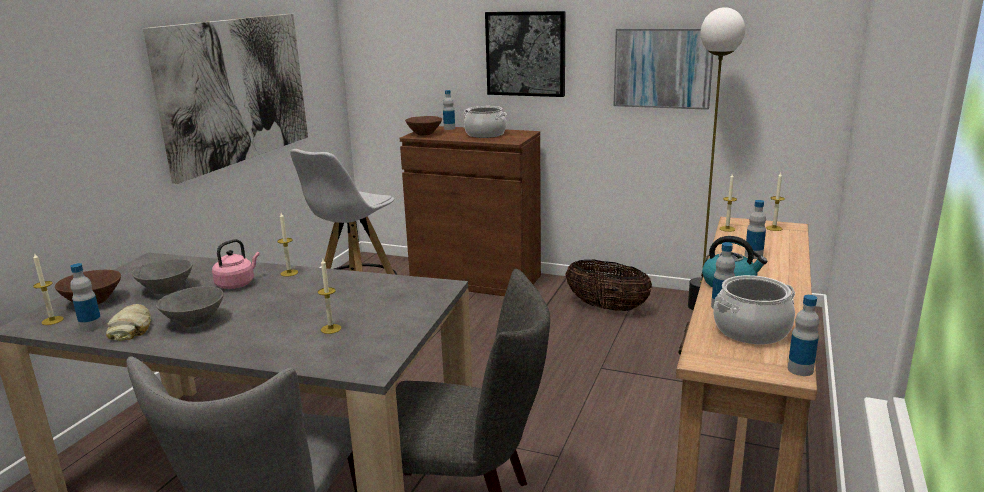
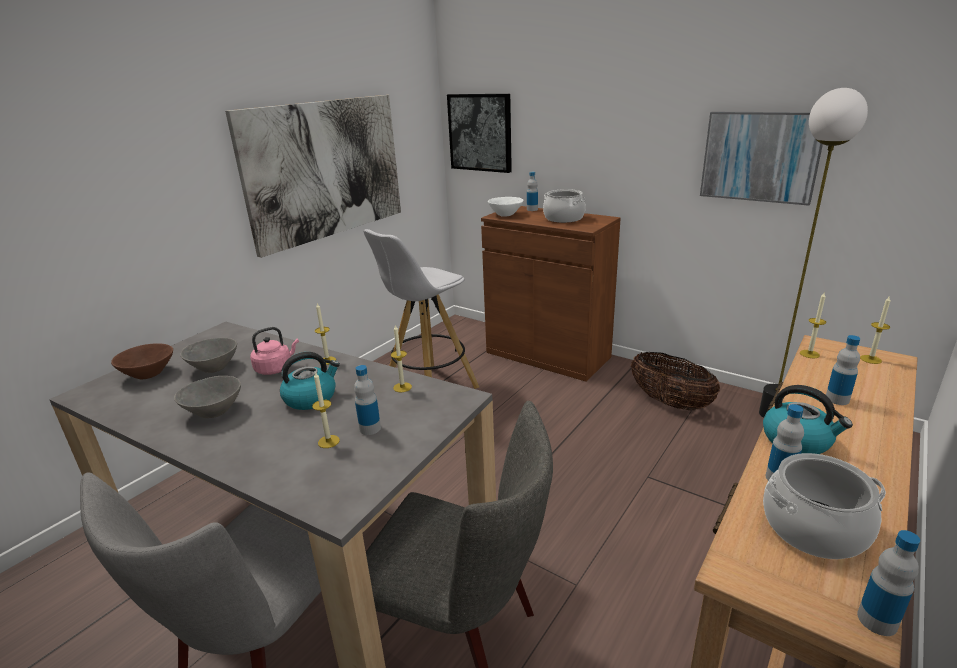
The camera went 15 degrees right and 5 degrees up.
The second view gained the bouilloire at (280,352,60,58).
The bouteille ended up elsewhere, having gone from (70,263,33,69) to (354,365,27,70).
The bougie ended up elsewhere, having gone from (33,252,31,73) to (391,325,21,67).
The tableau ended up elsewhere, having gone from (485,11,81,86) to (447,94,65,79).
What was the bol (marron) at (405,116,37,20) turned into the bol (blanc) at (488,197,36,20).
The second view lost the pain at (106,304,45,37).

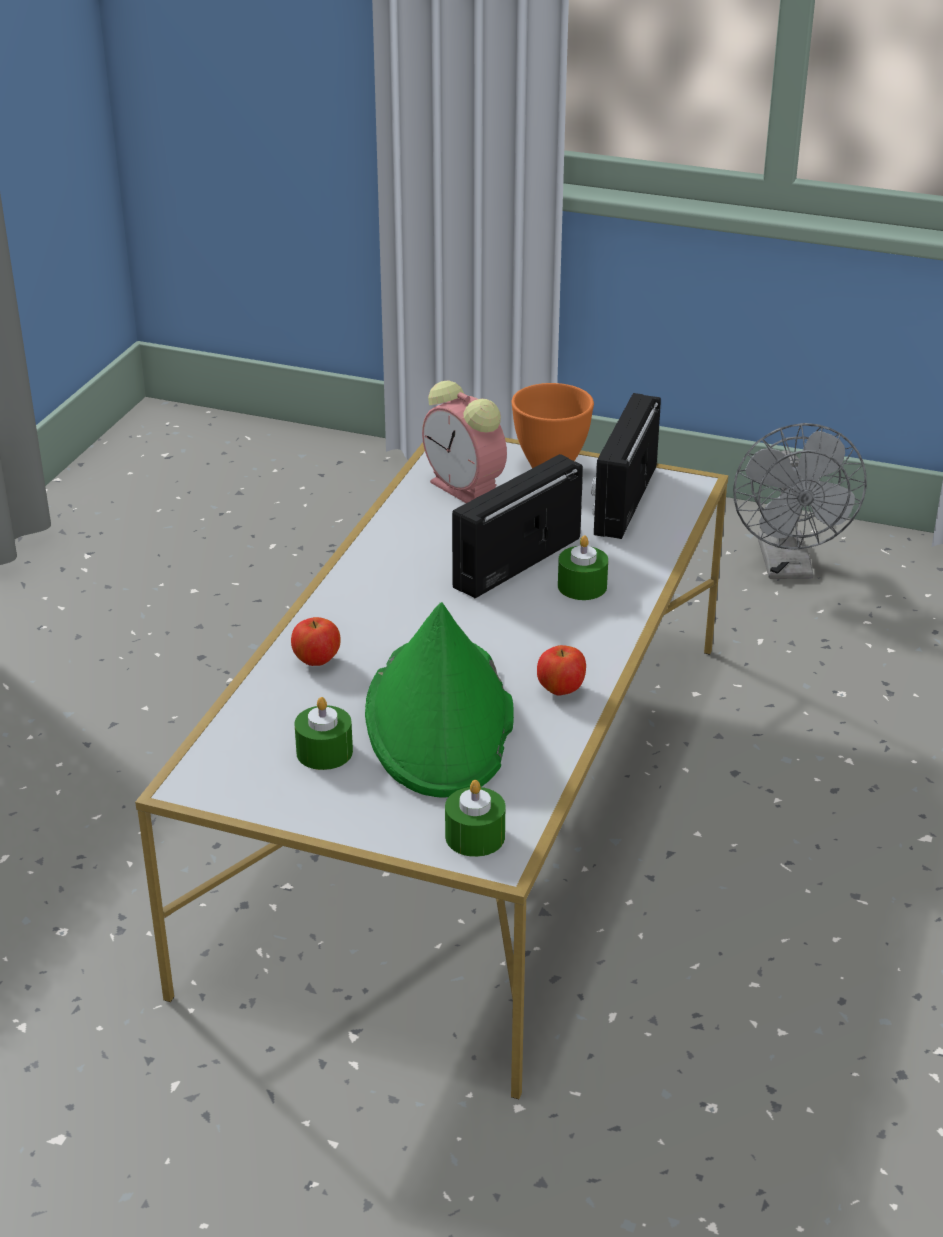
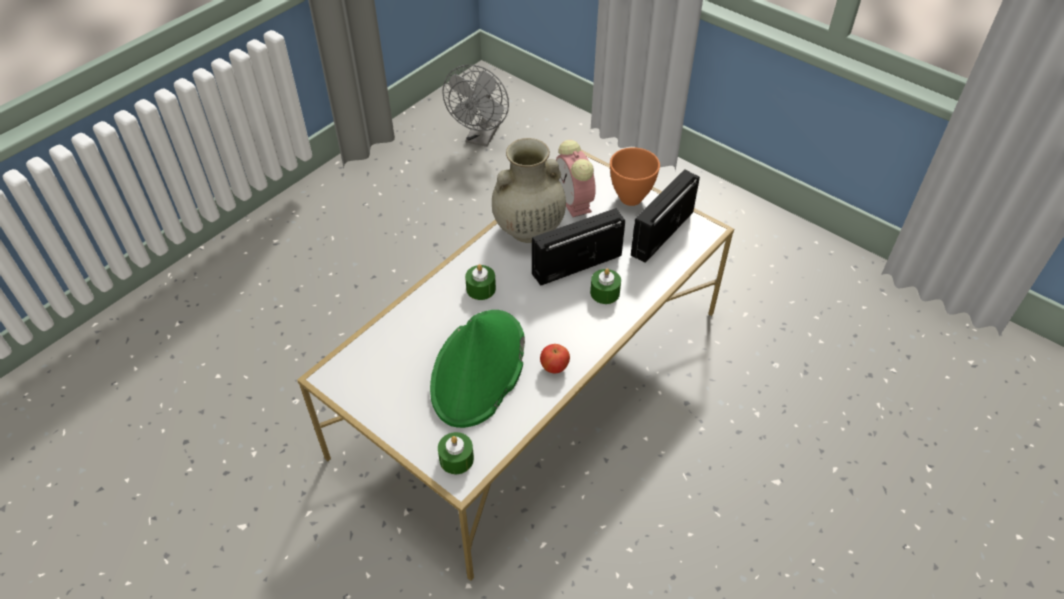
The camera went 20 degrees right and 15 degrees up.
The ventilateur (gris) ended up elsewhere, having gone from (733,423,134,156) to (442,65,67,82).
The bougie (vert) ended up elsewhere, having gone from (294,697,59,73) to (465,264,31,36).
The second view gained the vase (beige) at (492,138,74,105).
The second view lost the pomme at (291,617,50,49).

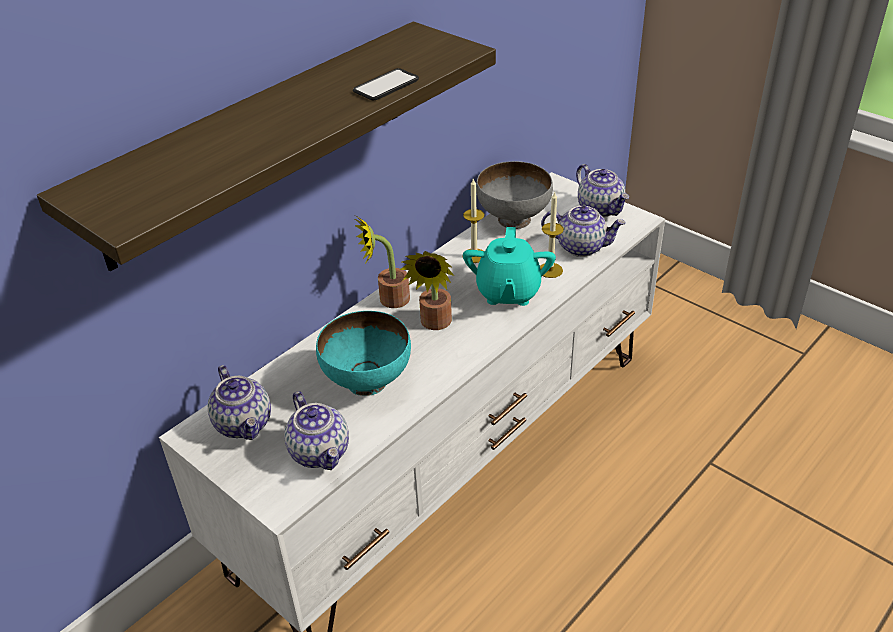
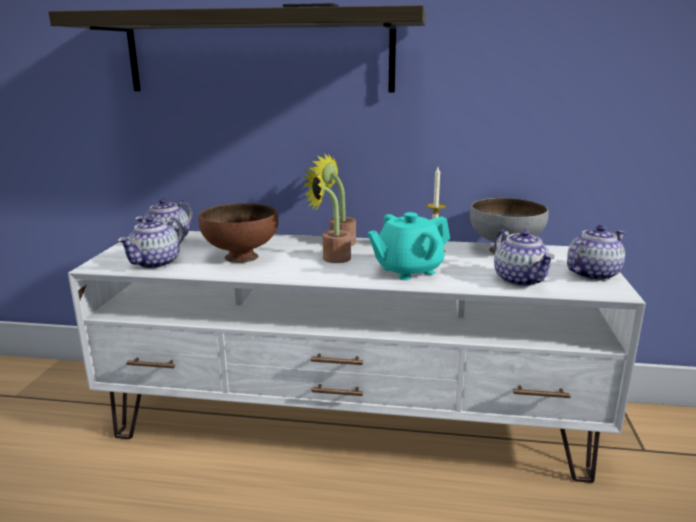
The camera went 55 degrees right and 20 degrees down.
What was the bol (turquoise) at (316,311,95,85) turned into the bol (marron) at (199,203,79,60).
The théière at (576,164,53,53) ended up facing another way, 150 degrees counterclockwise from before.
The second view lost the bougie at (540,191,24,87).

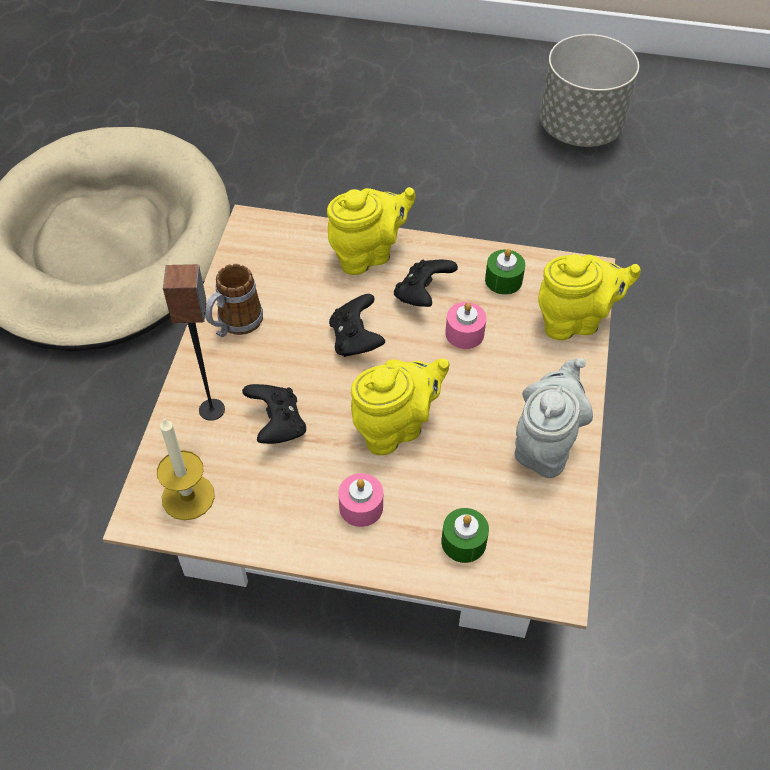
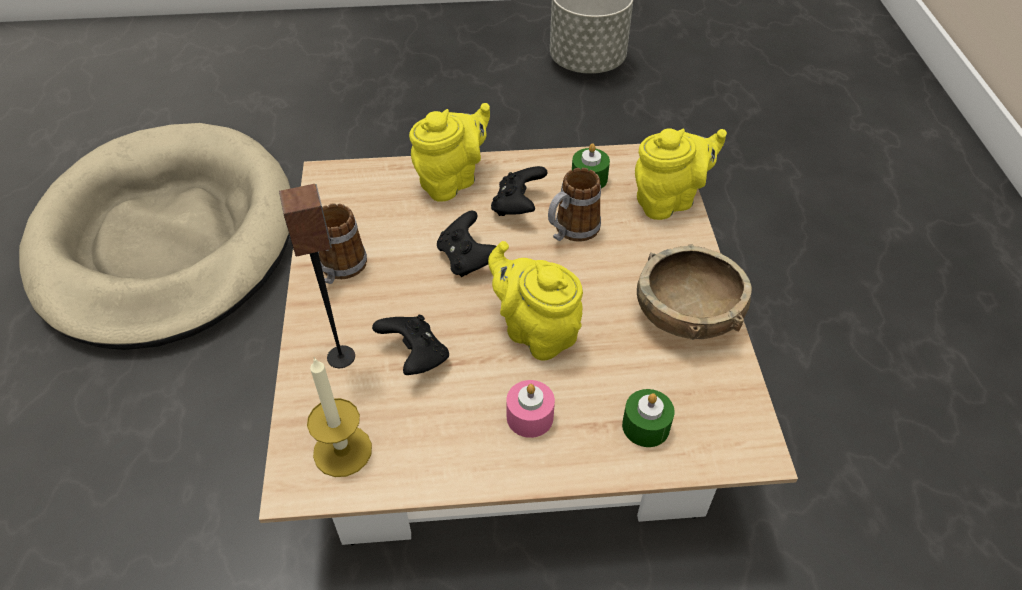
The camera went 15 degrees left and 5 degrees down.
The théière (jaune) at (351,358,98,97) ended up facing another way, 90 degrees counterclockwise from before.
Where the bougie (rose) stood at (445,302,42,47), the mug came to stand at (548,168,53,73).
Where the théière (gris) stood at (515,358,78,120), the bol (marron) came to stand at (637,244,115,96).

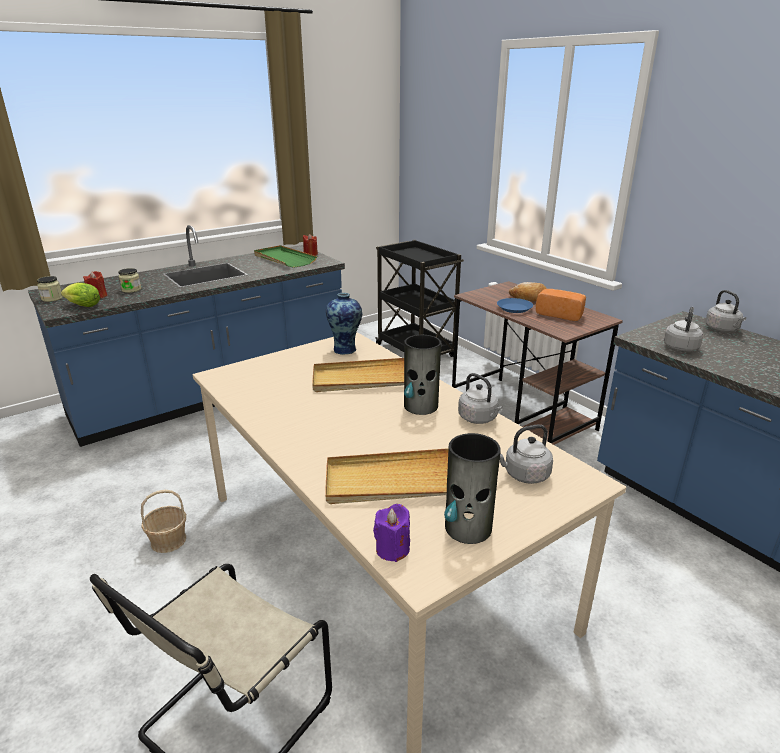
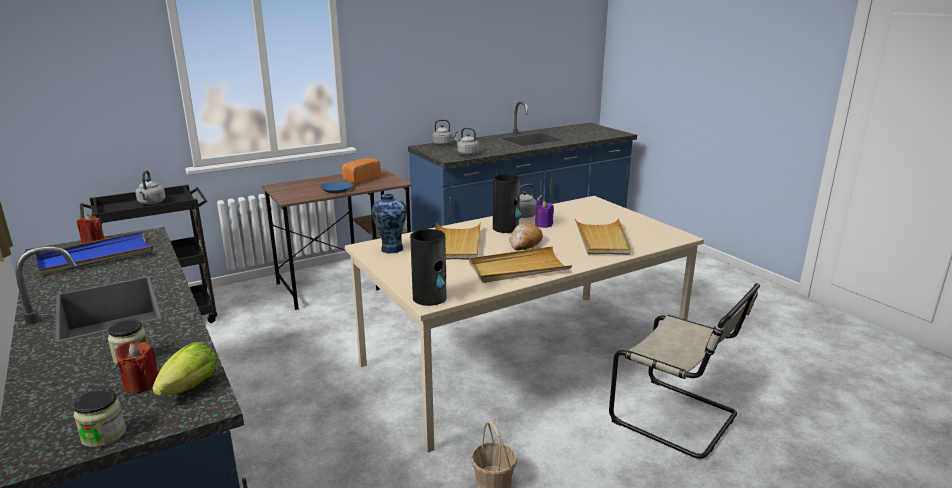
The camera went 85 degrees left and 5 degrees down.
What was the plateau (vert) at (254,245,63,23) turned into the plateau (bleu) at (35,231,118,46).
The bouilloire (gris) ended up elsewhere, having gone from (500,424,53,60) to (135,170,31,35).
The vase ended up elsewhere, having gone from (444,433,57,111) to (410,229,37,77).
The second view gained the plateau (beige) at (469,246,103,37).
The pain ended up elsewhere, having gone from (509,282,38,20) to (509,223,34,27).
The bougie (violet) ended up elsewhere, having gone from (373,504,37,58) to (535,200,19,28).

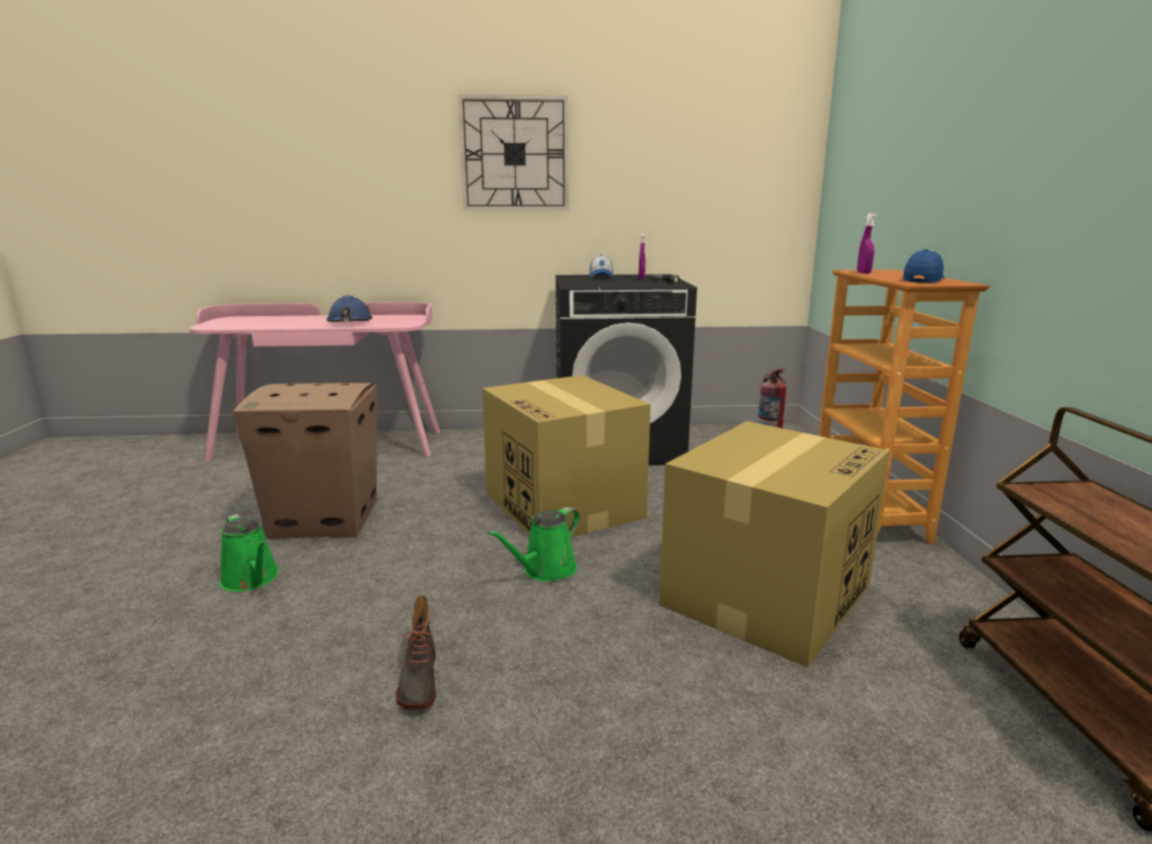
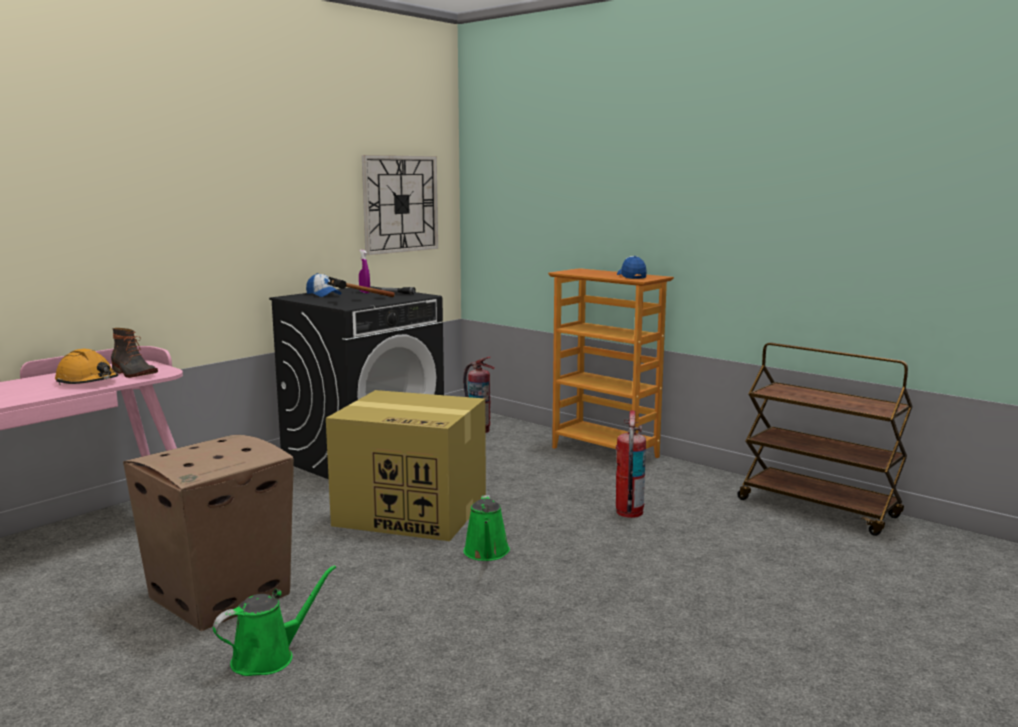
The camera went 45 degrees left and 5 degrees down.
What was the casque de chantier (bleu) at (327,295,45,27) turned into the casque de chantier (orange) at (55,349,63,36).
The botte ended up elsewhere, having gone from (396,595,40,115) to (111,328,47,50).
The arrosoir (vert) at (220,514,59,78) ended up facing another way, 45 degrees counterclockwise from before.
The second view gained the marteau at (328,277,67,20).
The horloge murale ended up elsewhere, having gone from (458,95,110,115) to (362,155,76,100).
Where the carton stood at (659,421,231,247), the extincteur came to stand at (615,410,31,108).
The second view lost the vaporisateur (violet) at (857,213,19,61).

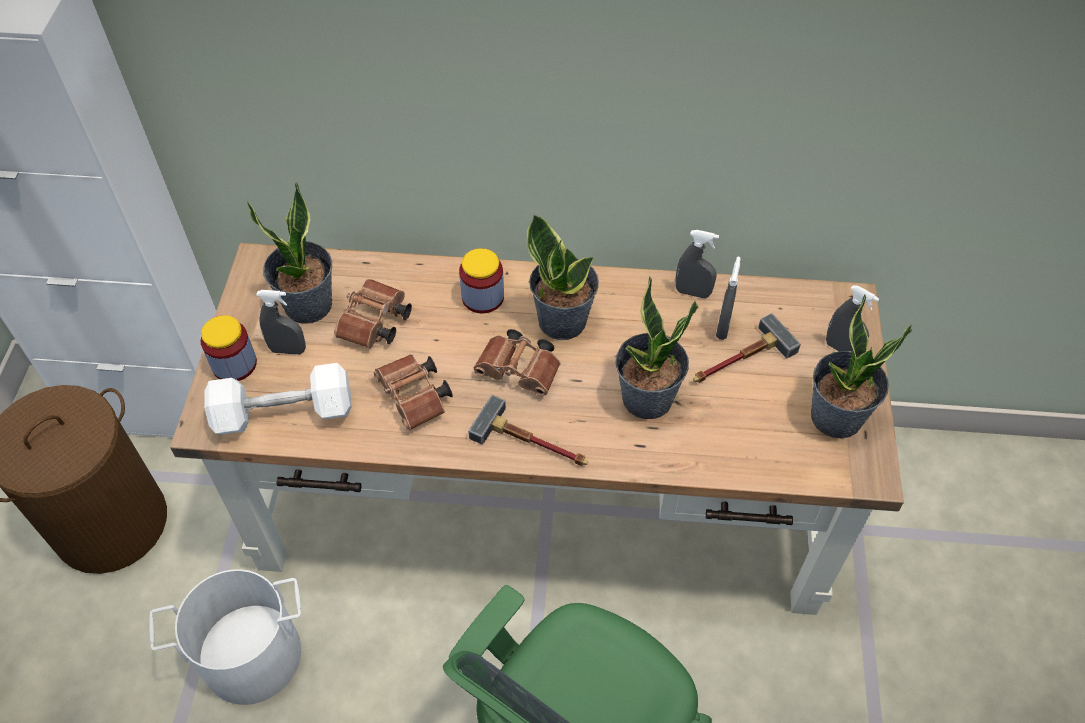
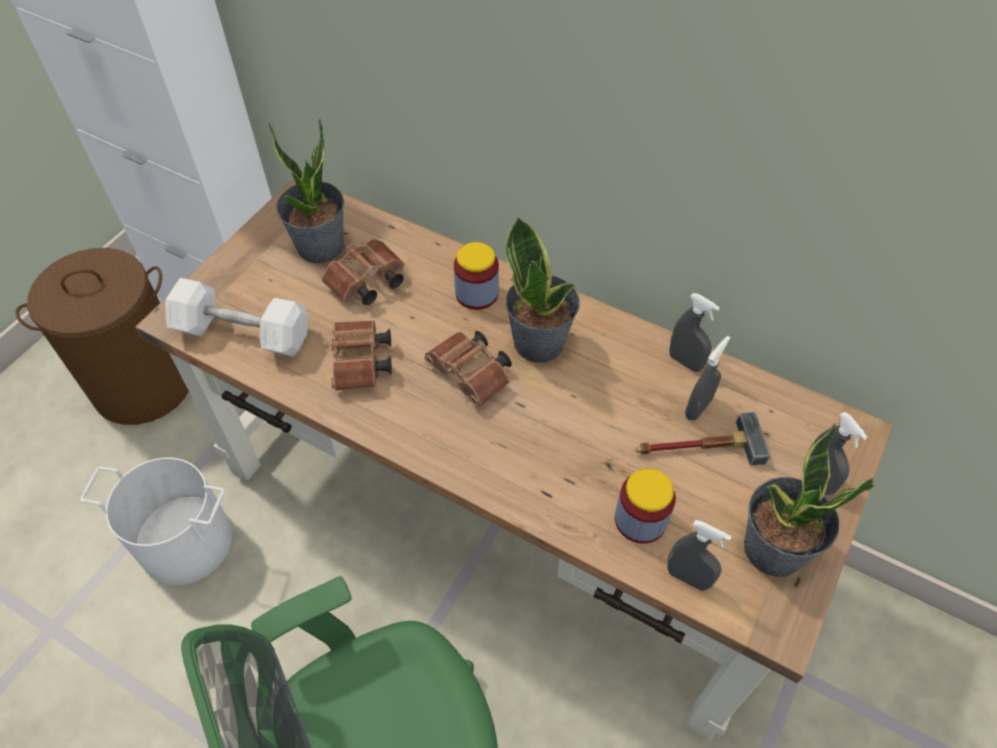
The camera went 25 degrees right and 0 degrees up.
The bocal ended up elsewhere, having gone from (201,315,56,66) to (615,468,61,76).
The vaporisateur (gris) ended up elsewhere, having gone from (256,290,50,65) to (667,520,65,71).
The second view lost the marteau at (468,395,120,71).
The second view lost the plante en pot at (615,277,84,142).

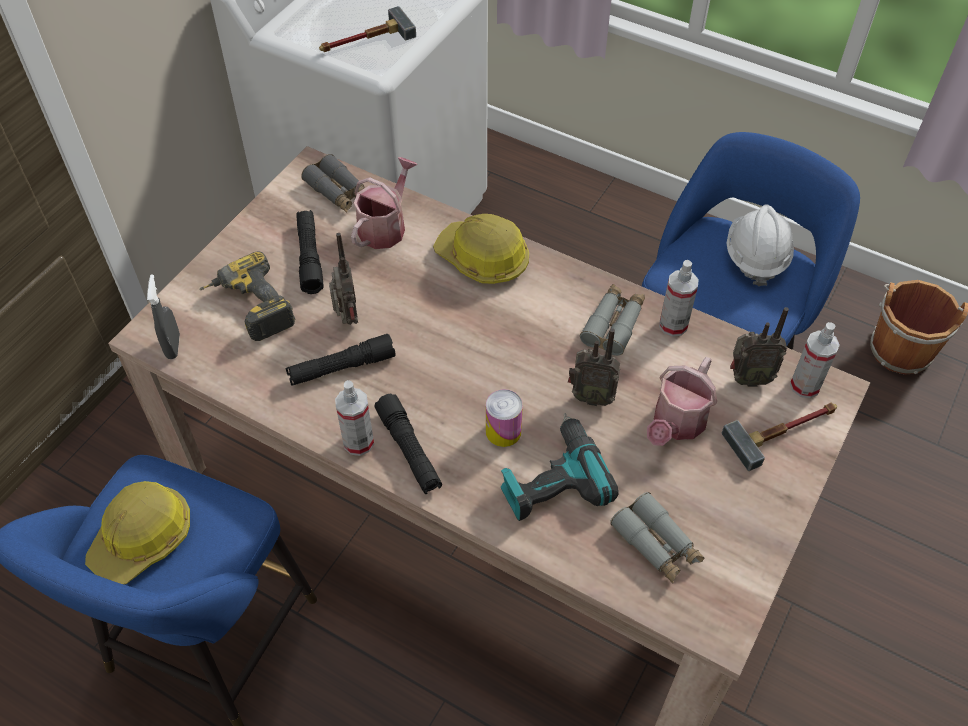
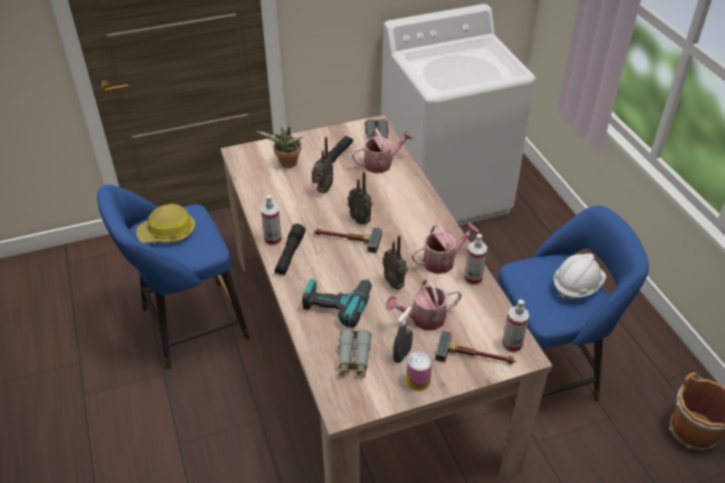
The camera went 40 degrees right and 10 degrees down.
Where the perceuse stood at (199,251,97,90), the plante en pot came to stand at (256,126,47,42).
The marteau ended up elsewhere, having gone from (319,6,97,46) to (314,227,68,26).
The radio ended up elsewhere, having gone from (730,307,59,80) to (347,172,25,53).
The vaporisateur (gris) ended up elsewhere, having gone from (147,274,33,85) to (393,307,20,56).
The boîte métallique ended up elsewhere, having gone from (486,389,37,58) to (406,351,26,40).
Where the jumelles (gris) stood at (580,284,65,72), the arrosoir came to stand at (412,223,67,51).
The second view lost the lampe de poche (noir) at (286,334,110,52).
The second view lost the casque de chantier at (433,214,96,70).

